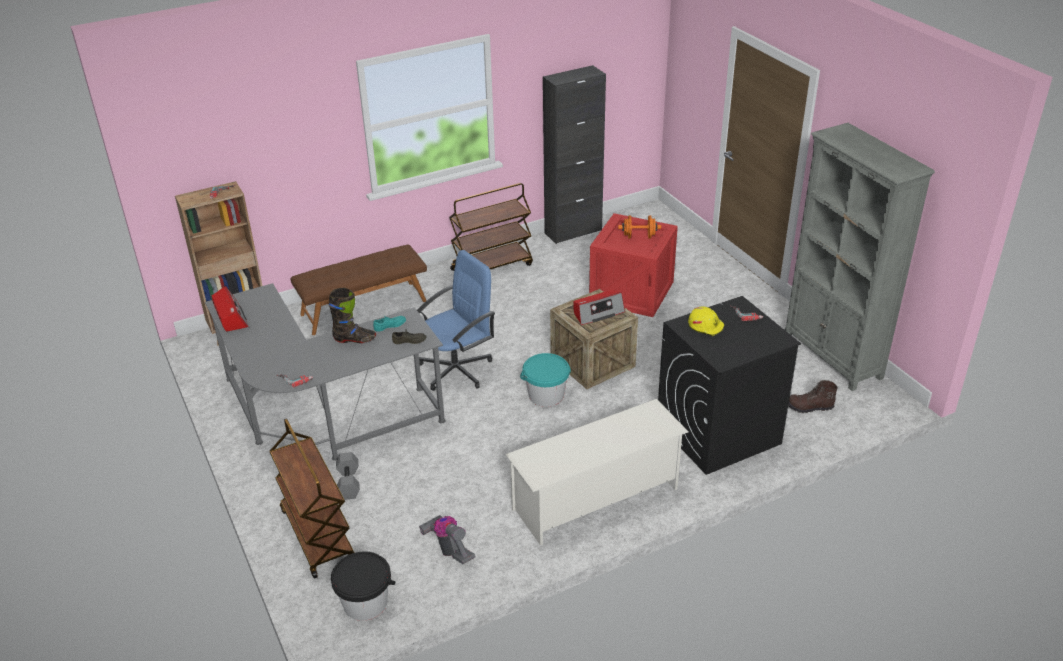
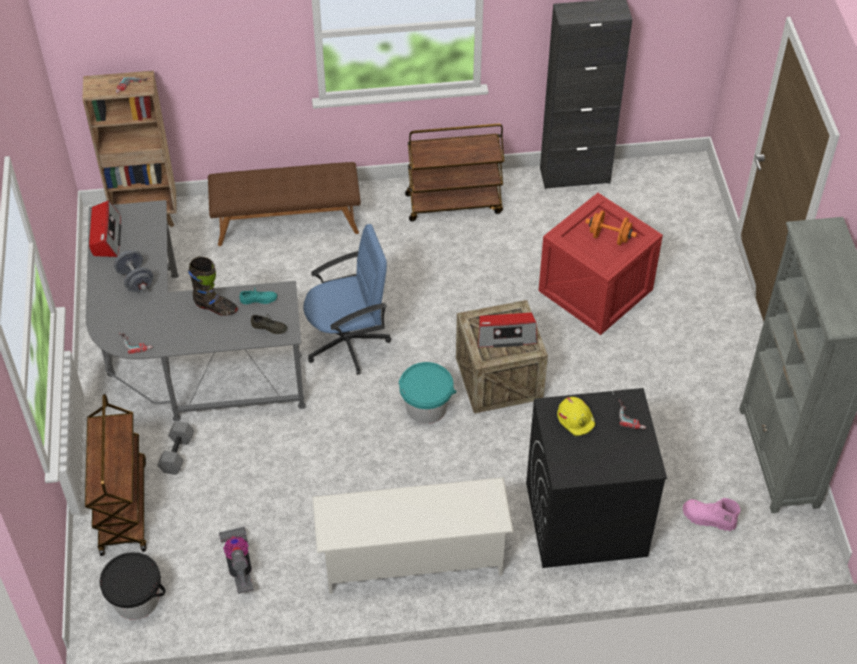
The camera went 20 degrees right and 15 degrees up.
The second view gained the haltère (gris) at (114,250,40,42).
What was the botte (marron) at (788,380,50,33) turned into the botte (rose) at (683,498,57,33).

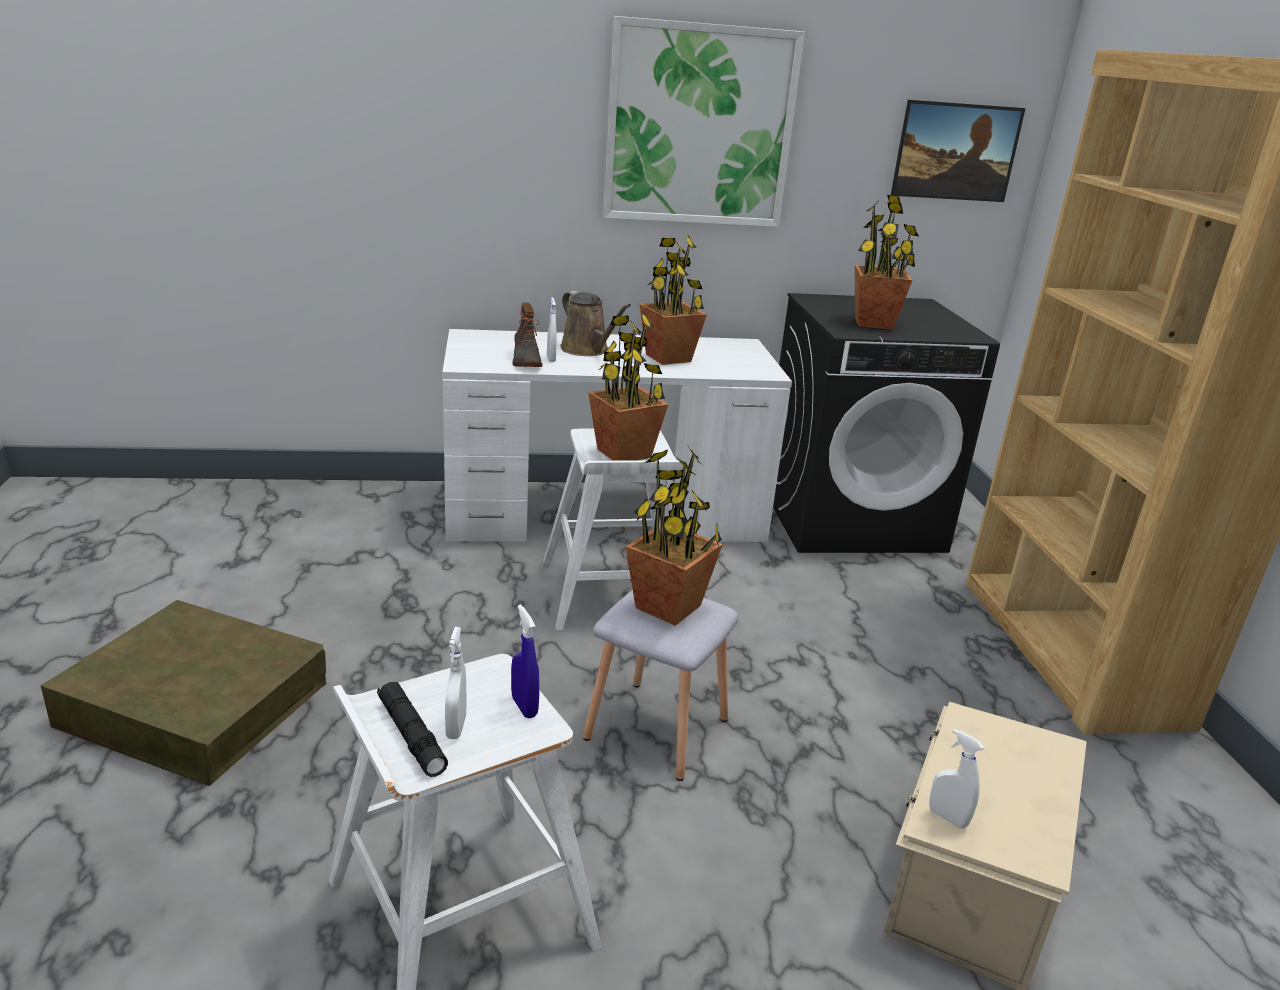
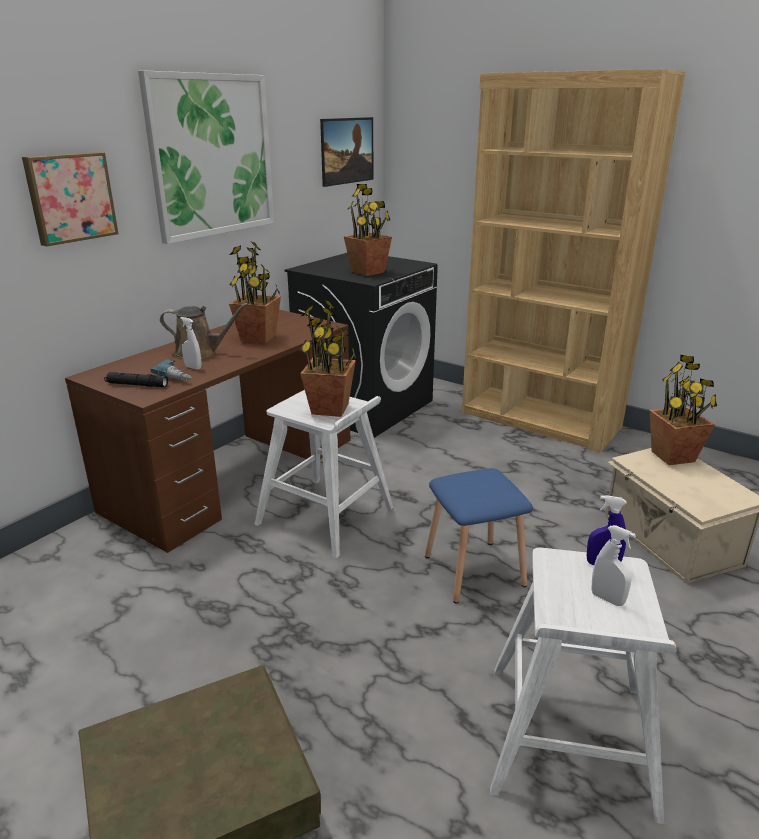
The camera went 45 degrees left and 0 degrees up.
The second view gained the tableau at (22,152,96,94).
What was the bureau (blanc) at (442,329,350,213) turned into the bureau (marron) at (65,310,286,243).
The lampe de poche (noir) ended up elsewhere, having gone from (377,682,71,95) to (104,372,64,15).
Where the botte stood at (513,303,29,64), the perceuse came to stand at (151,359,41,21).
What was the tabouret (gris) at (583,590,156,191) turned into the tabouret (bleu) at (425,468,108,135).
The plante en pot ended up elsewhere, having gone from (625,446,98,180) to (650,355,67,110).
The second view lost the vaporisateur (blanc) at (929,728,55,101).

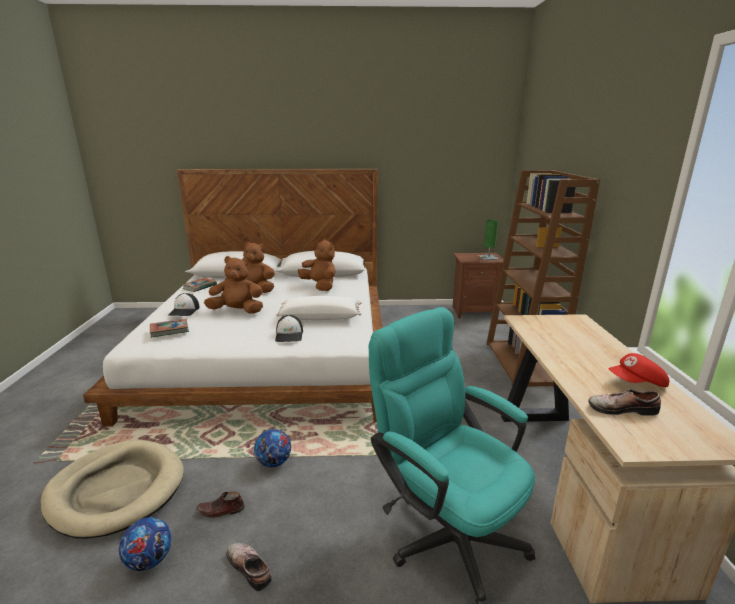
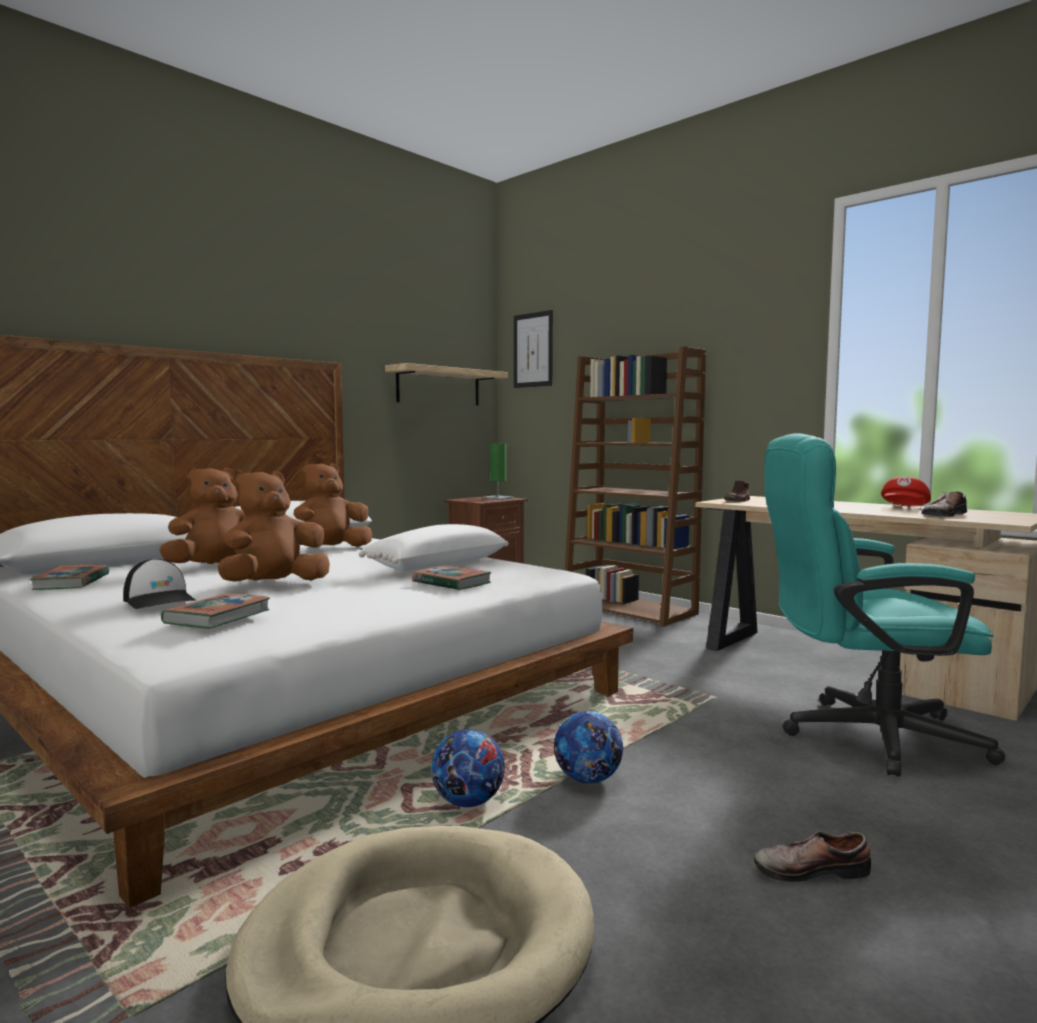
The camera went 45 degrees left and 15 degrees down.
The peluche (marron) at (298,239,38,52) ended up facing another way, 45 degrees counterclockwise from before.
The second view gained the étagère at (385,363,123,43).
Where the casquette stood at (275,315,28,27), the livre came to stand at (412,565,80,25).
The ballon de foot ended up elsewhere, having gone from (119,517,53,54) to (431,729,74,78).
The second view gained the tableau at (514,310,39,78).
The chaussure (marron) ended up elsewhere, having gone from (196,491,49,27) to (724,480,26,22).

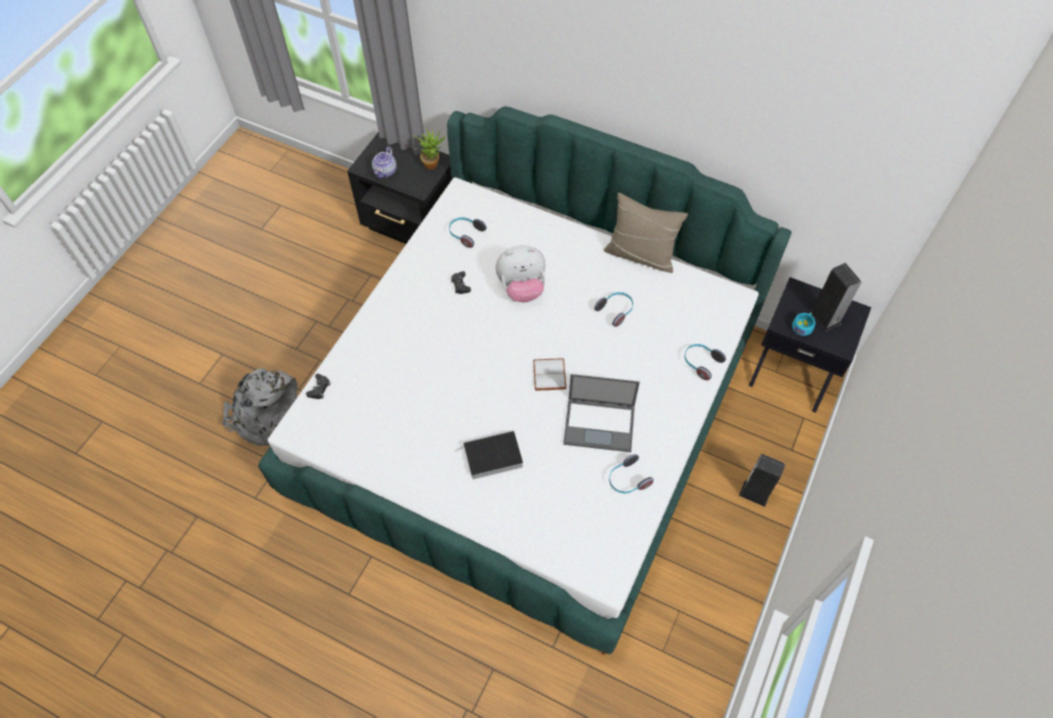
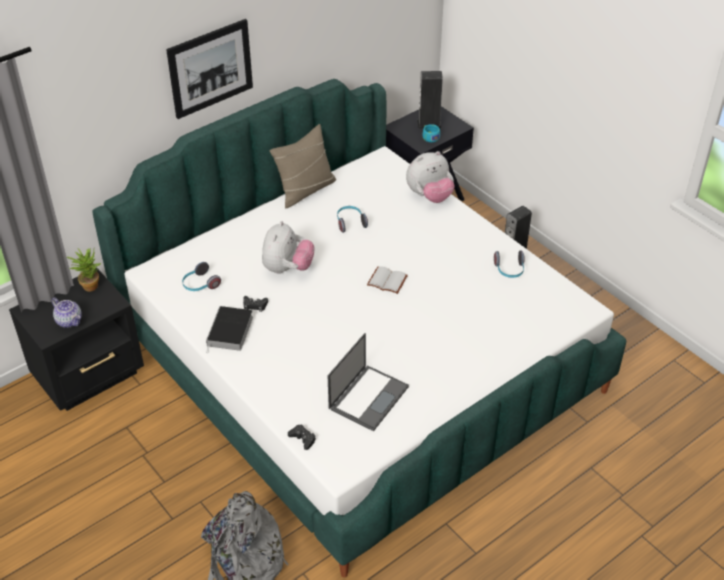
The camera went 65 degrees left and 15 degrees down.
The second view gained the tableau at (166,19,87,100).
The livre ended up elsewhere, having gone from (455,430,68,49) to (206,306,47,45).
The ordinateur portable ended up elsewhere, having gone from (563,374,77,78) to (328,333,81,98).
Where the casque audio stood at (685,344,41,36), the peluche came to stand at (406,151,49,52).

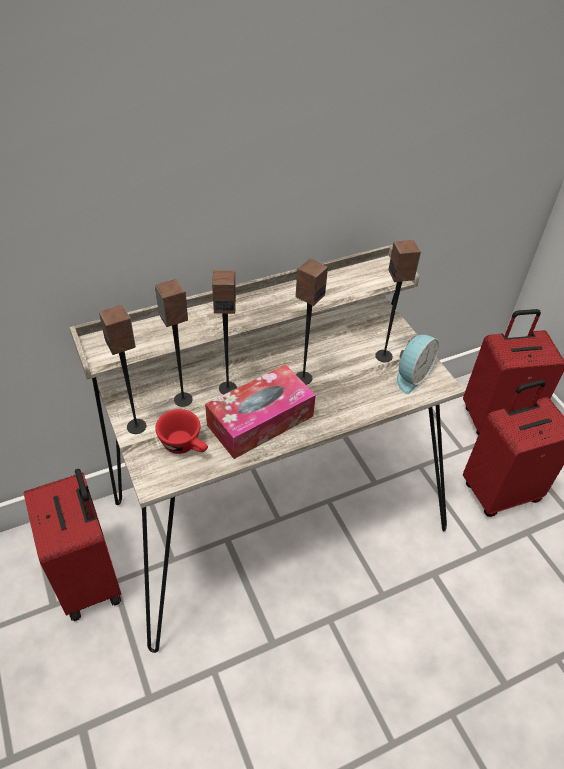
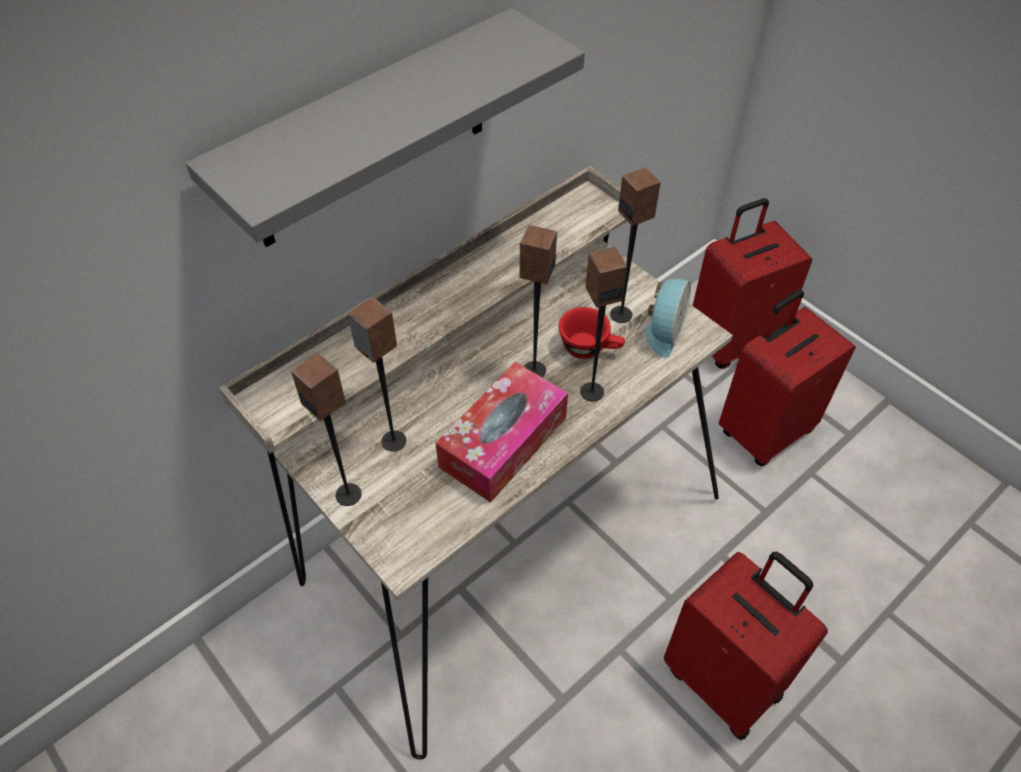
The camera went 15 degrees left and 5 degrees up.
The second view gained the étagère (gris) at (186,8,399,239).
The tasse (rouge) ended up elsewhere, having gone from (155,409,53,45) to (559,307,66,52).
The enceinte ended up elsewhere, having gone from (212,270,25,125) to (580,246,47,156).
The valise (rouge) ended up elsewhere, having gone from (24,469,97,152) to (664,552,164,188).

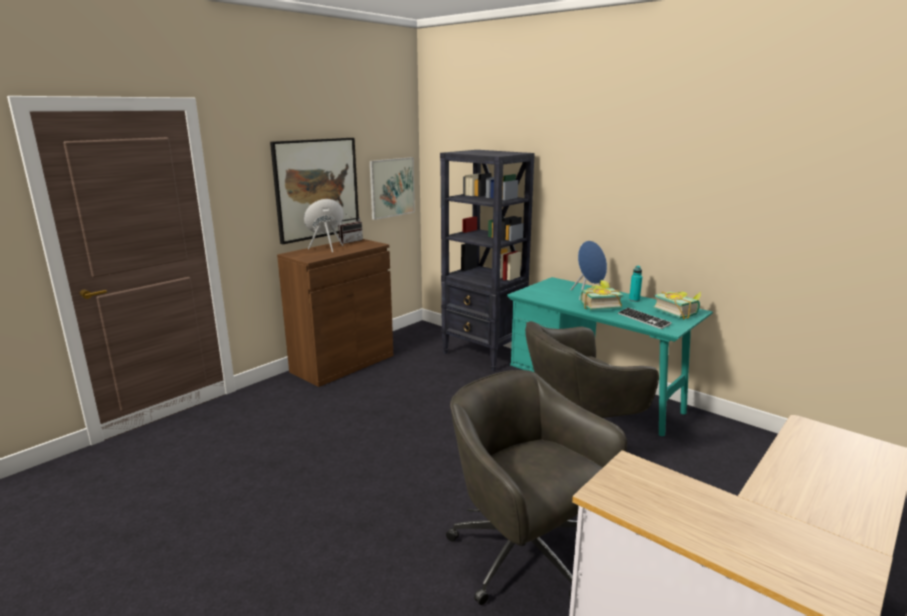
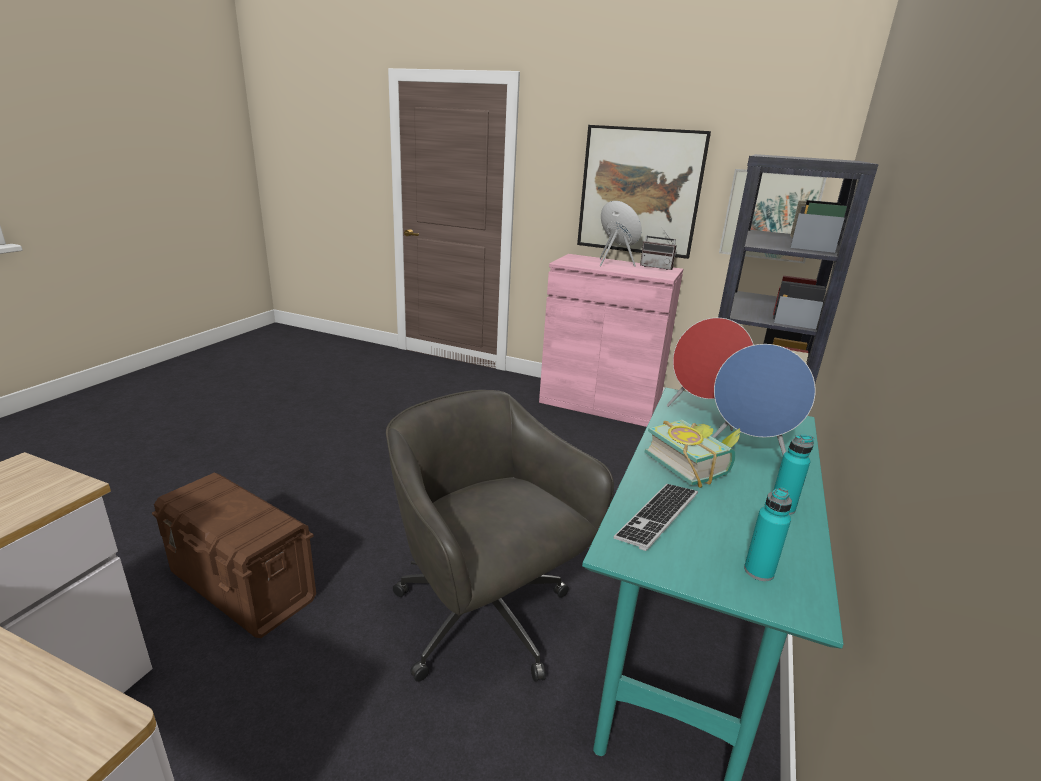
The camera went 70 degrees right and 5 degrees up.
Where the chaise de bureau (gris) stood at (446,370,181,235), the boîte de rangement (marron) came to stand at (152,472,164,166).
What was the meuble de rangement (marron) at (277,239,116,148) turned into the meuble de rangement (rose) at (539,254,144,173).
The second view gained the enceinte (rouge) at (667,318,87,113).
Where the livre stood at (653,291,48,29), the bouteille (turquoise) came to stand at (744,487,48,94).

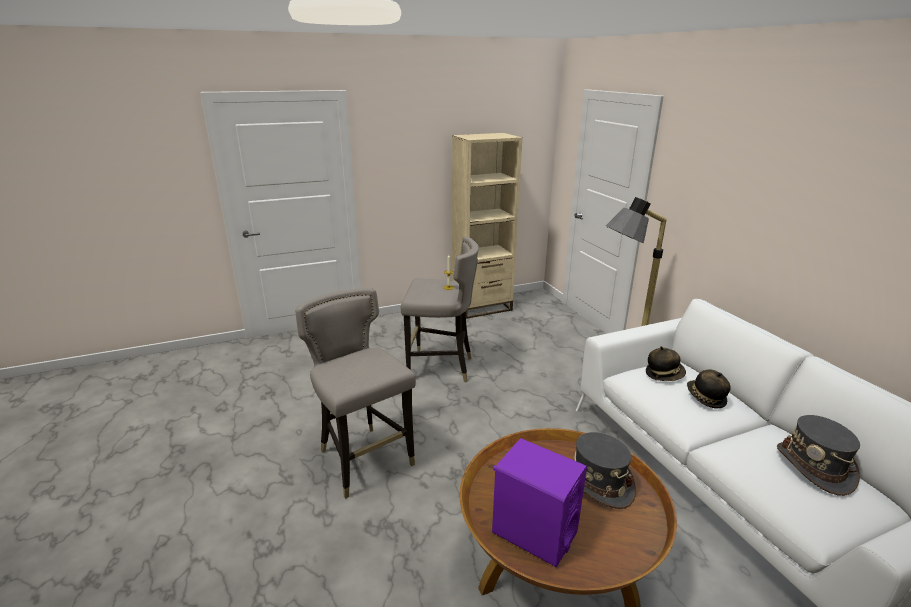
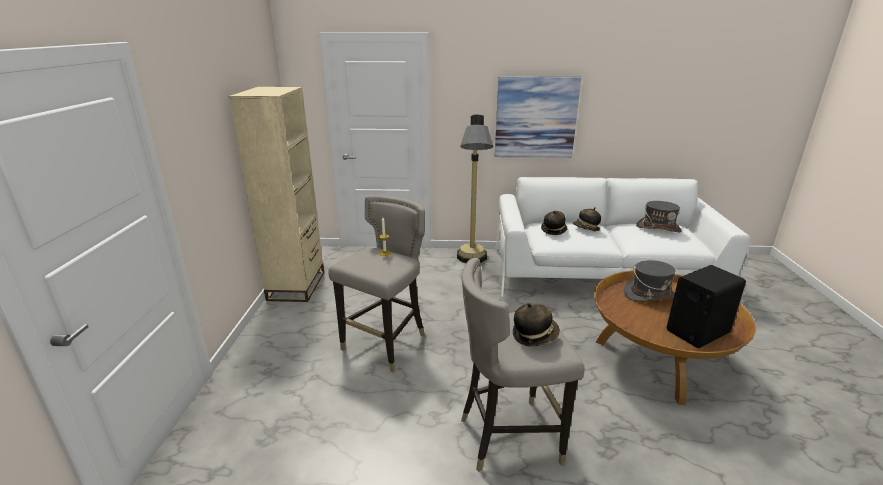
The camera went 65 degrees left and 0 degrees up.
The second view gained the tableau at (495,76,86,82).
The second view gained the chapeau at (513,303,47,44).
What was the enceinte (violet) at (492,438,95,129) turned into the enceinte (noir) at (666,265,80,83).

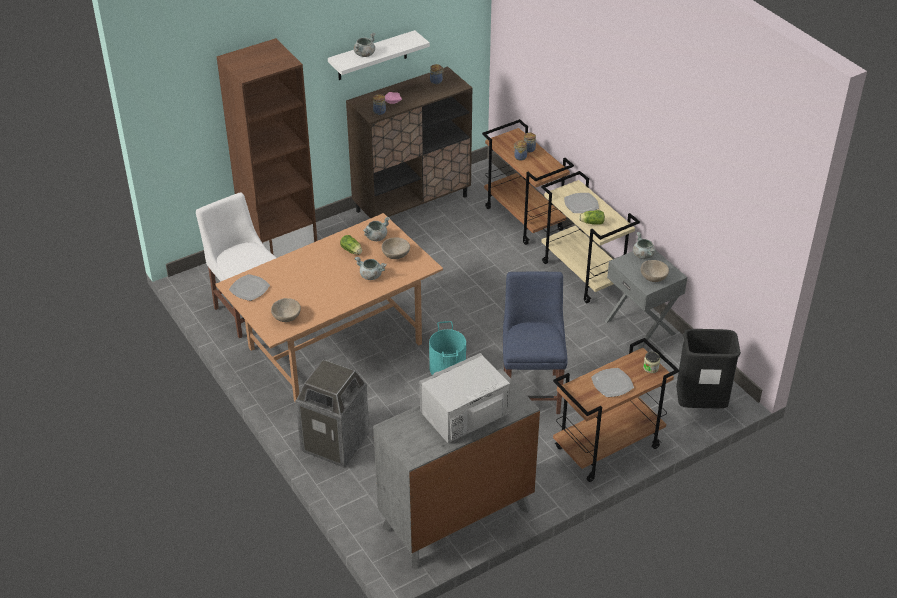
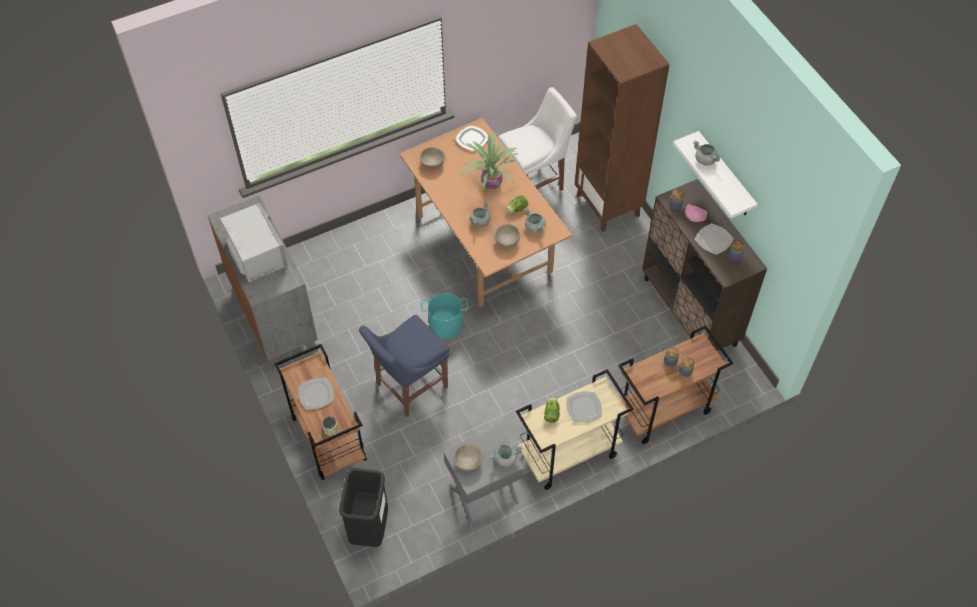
The camera went 95 degrees right and 15 degrees up.
The chaise (bleu) at (503,271,64,143) ended up facing another way, 135 degrees clockwise from before.
The second view gained the plante en pot at (460,133,59,58).
The second view gained the assiette at (695,223,39,32).
The second view lost the poubelle at (295,360,74,108).

